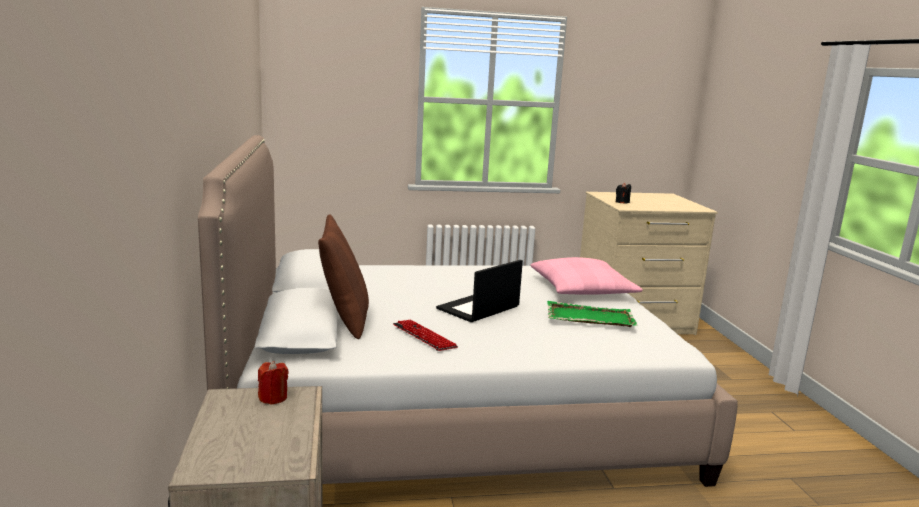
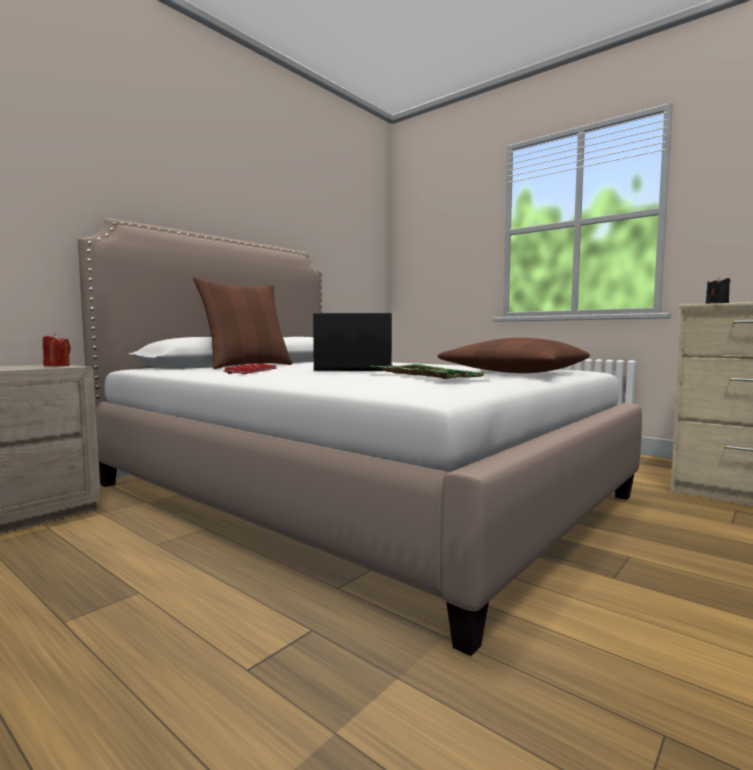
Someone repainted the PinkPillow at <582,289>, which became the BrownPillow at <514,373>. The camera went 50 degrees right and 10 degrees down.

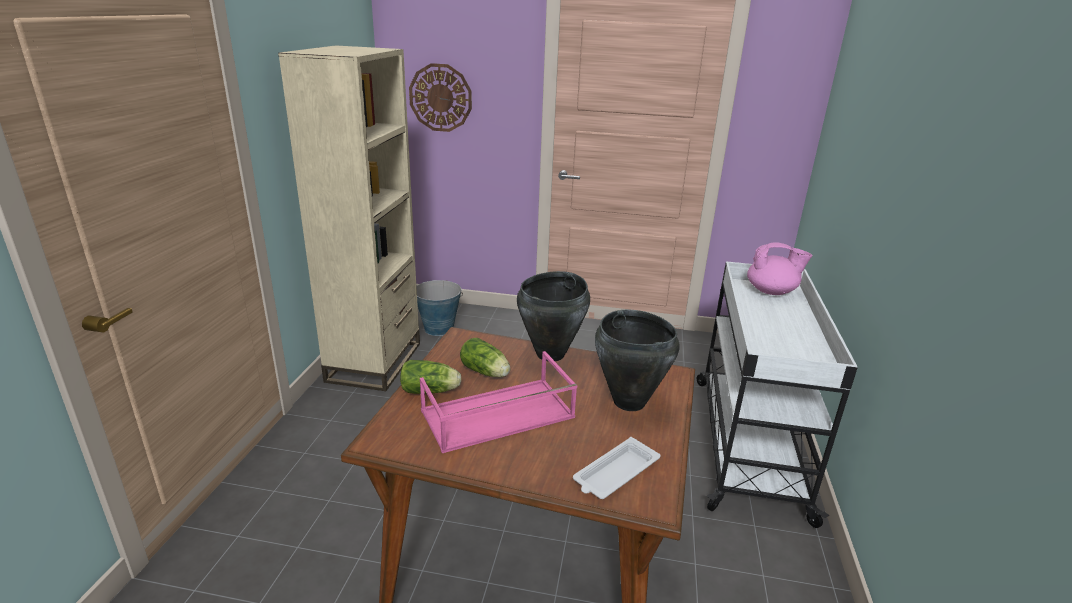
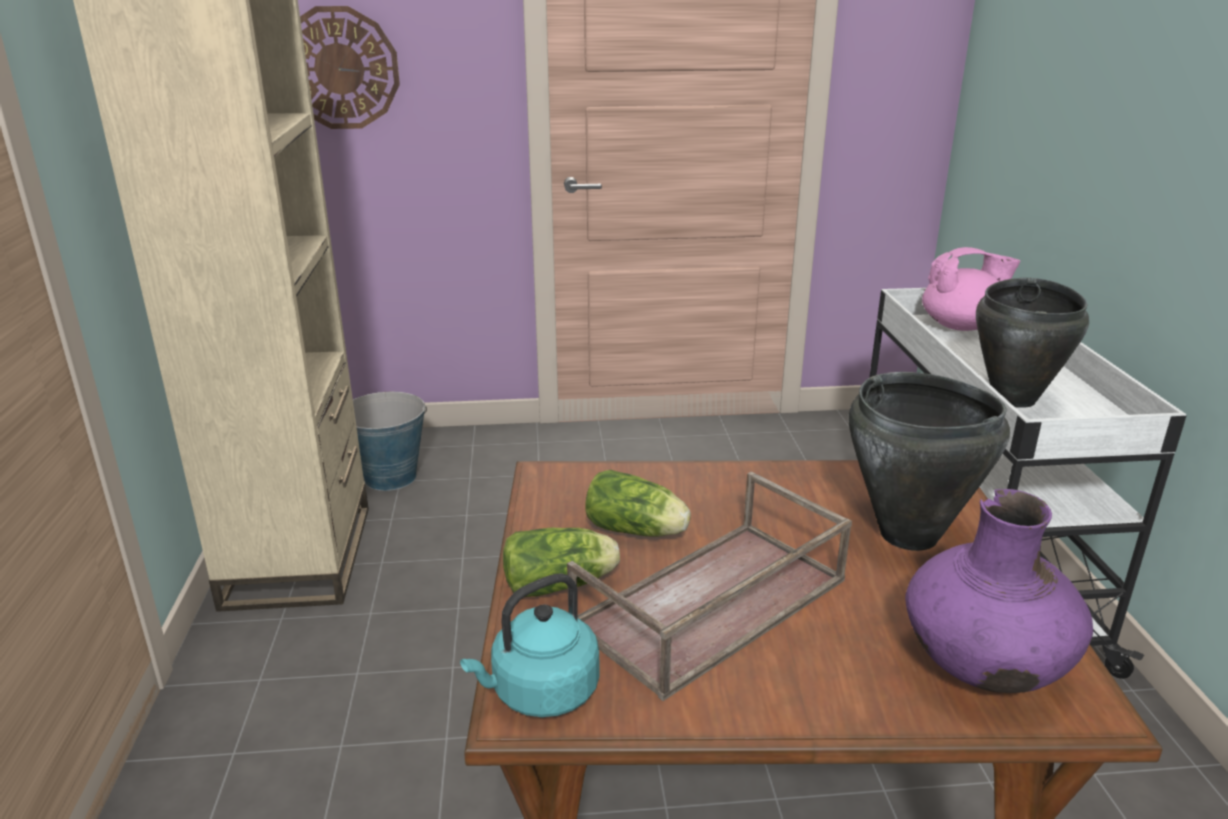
Someone put down the TurquoiseKettle at <540,693>. Someone repainted the PinkTray at <497,415>, which became the BrownTray at <711,605>. Someone swapped the WhiteTray at <615,474> for the PurpleVase at <984,667>. Someone carried the BlackCookingPot from <551,354> to <1014,398>. The camera went 15 degrees left and 0 degrees up.

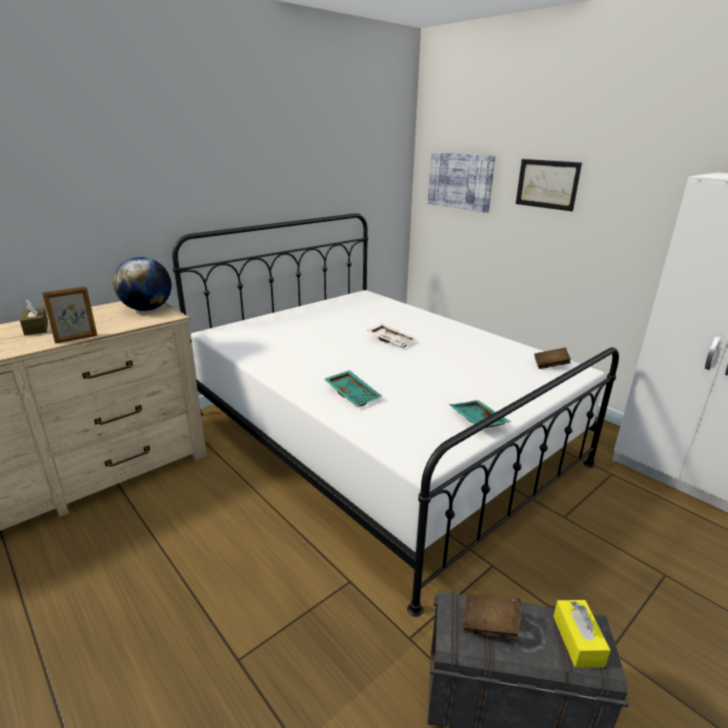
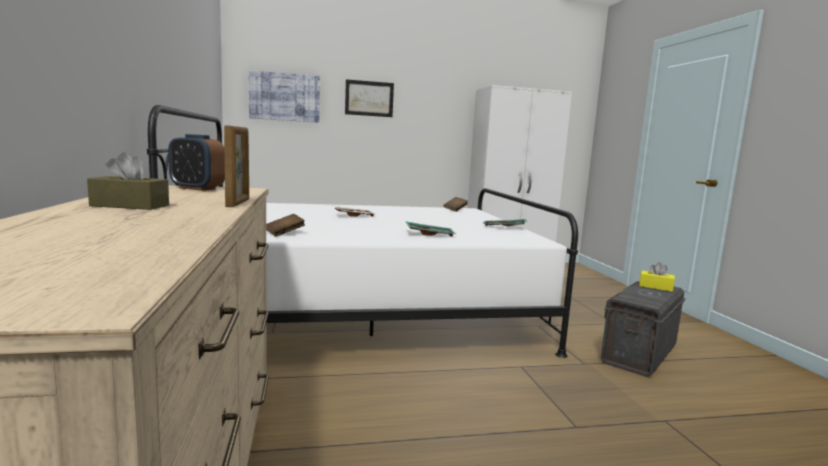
Someone swapped the Globe at <147,309> for the AlarmClock at <197,188>. Someone carried the BrownBook from <489,625> to <284,234>. The camera went 60 degrees left and 15 degrees down.

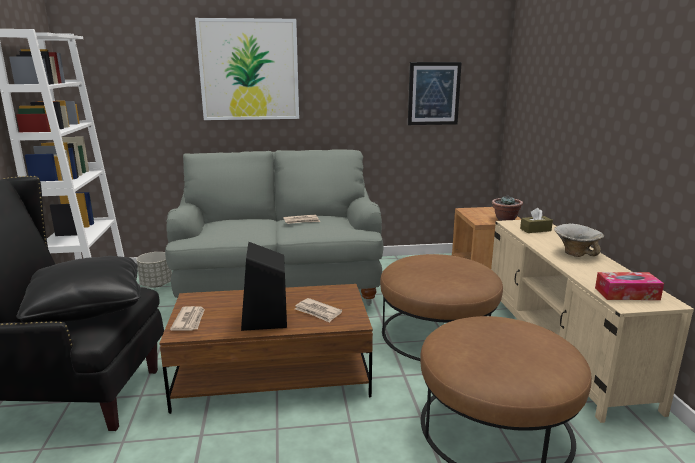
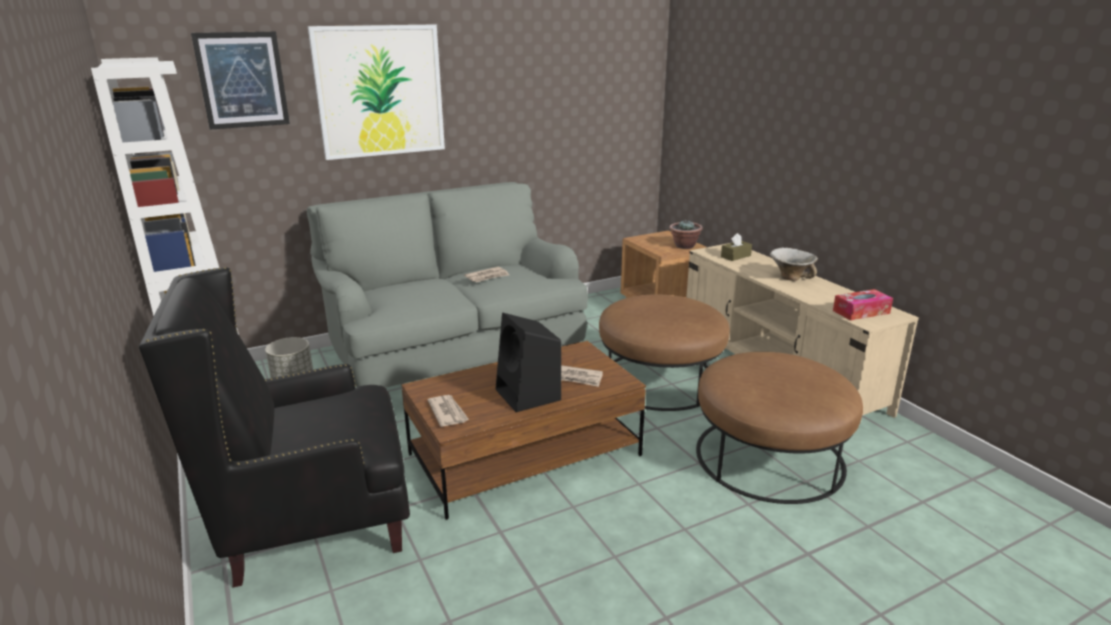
Someone carried the Picture from <433,93> to <242,80>. Someone took away the BlackPillow at <87,307>. The camera went 20 degrees left and 5 degrees up.

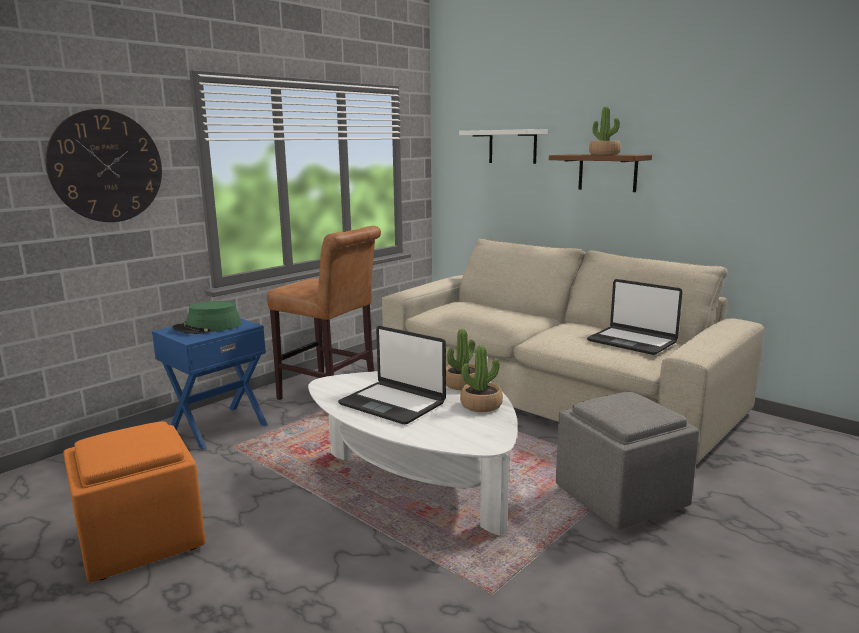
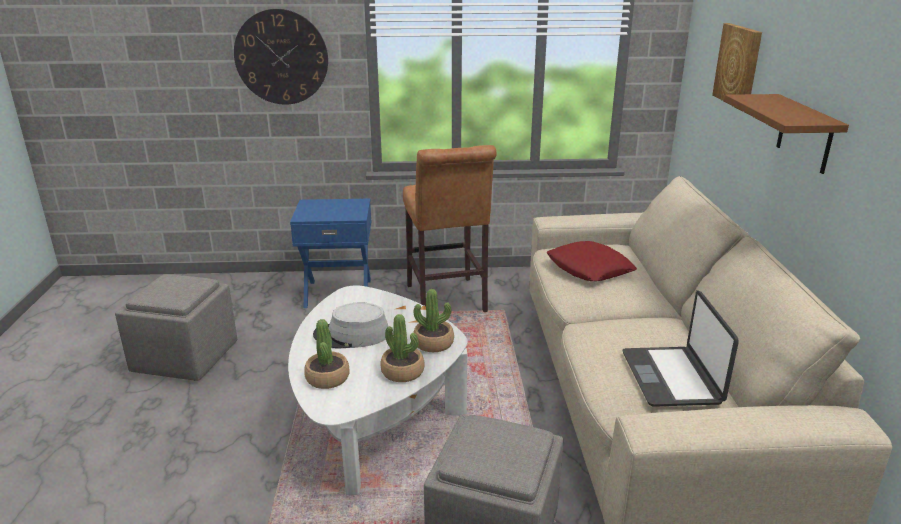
Someone repainted the OrangeOttoman at <142,540>, which became the GreyOttoman at <186,358>. Someone carried the PottedPlant from <604,154> to <327,378>. Someone swapped the Laptop at <393,403> for the GreyHat at <352,335>. Someone put down the RedPillow at <589,268>. Someone swapped the WhiteShelf at <512,146> for the Picture at <738,65>. Someone took away the GreenHat at <207,327>. The camera went 45 degrees right and 10 degrees up.

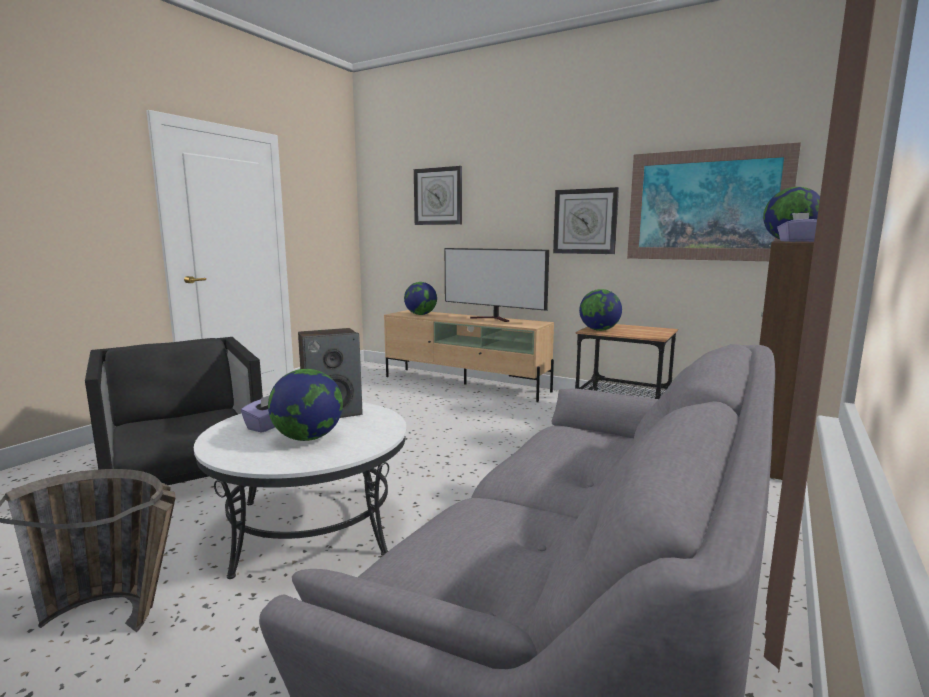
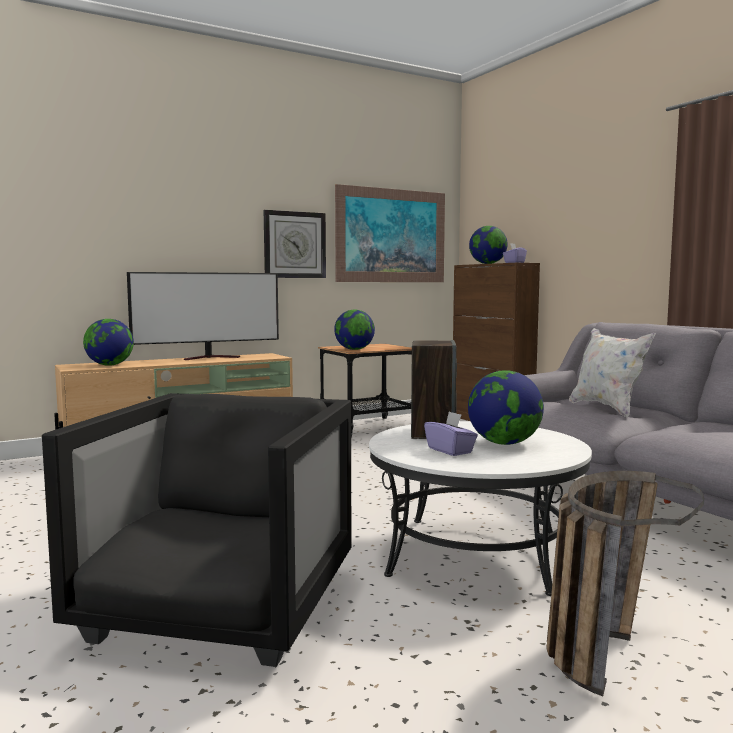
Someone rotated the BlackArmchair at <186,470> by 105 degrees clockwise. Someone put down the WhitePillow at <607,408>. Someone took away the WallClock at <438,196>. The camera went 60 degrees left and 5 degrees down.

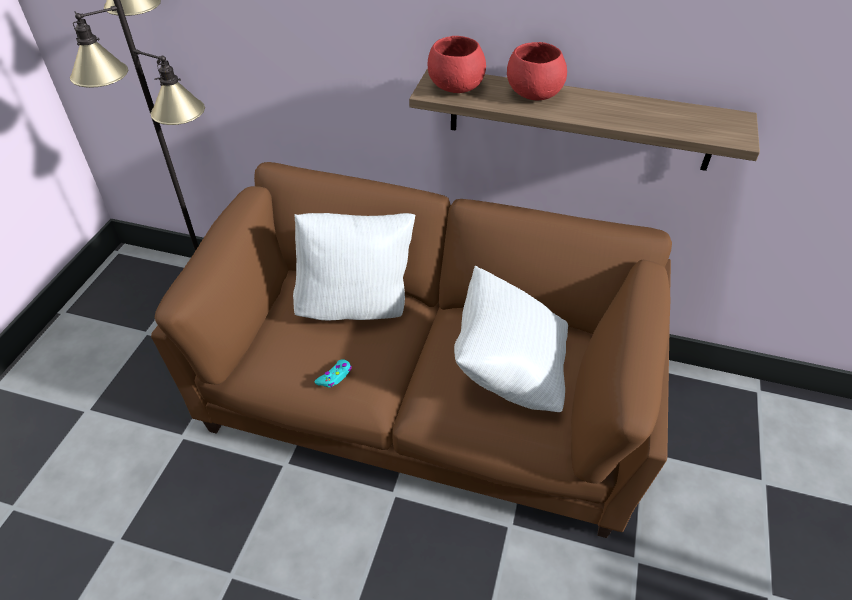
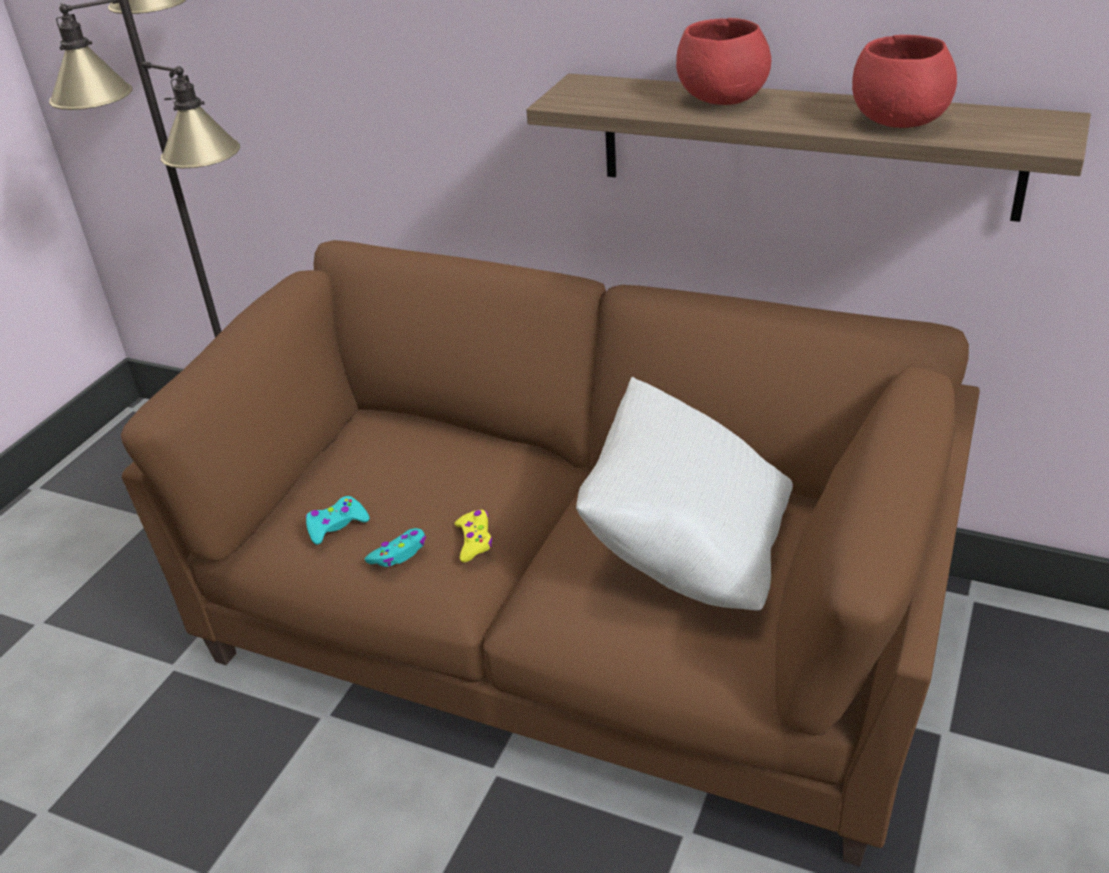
Someone put down the TurquoiseGameController at <336,525>. Someone put down the YellowGameController at <474,540>. Someone carried the RedBowl from <455,87> to <898,121>. Someone took away the WhitePillow at <357,307>. The camera went 10 degrees right and 10 degrees down.

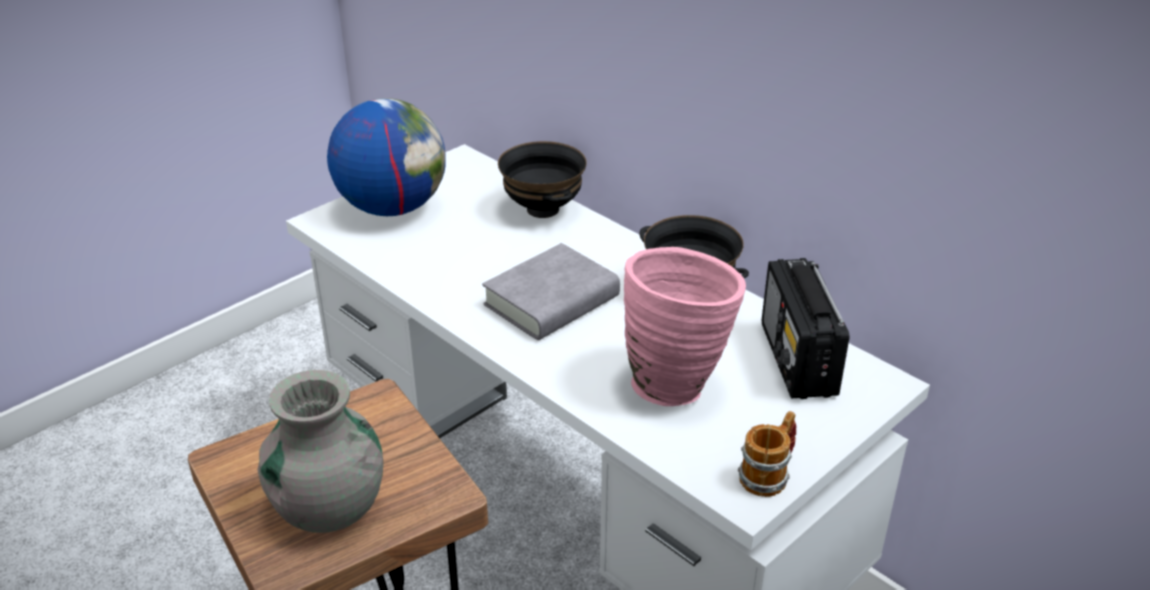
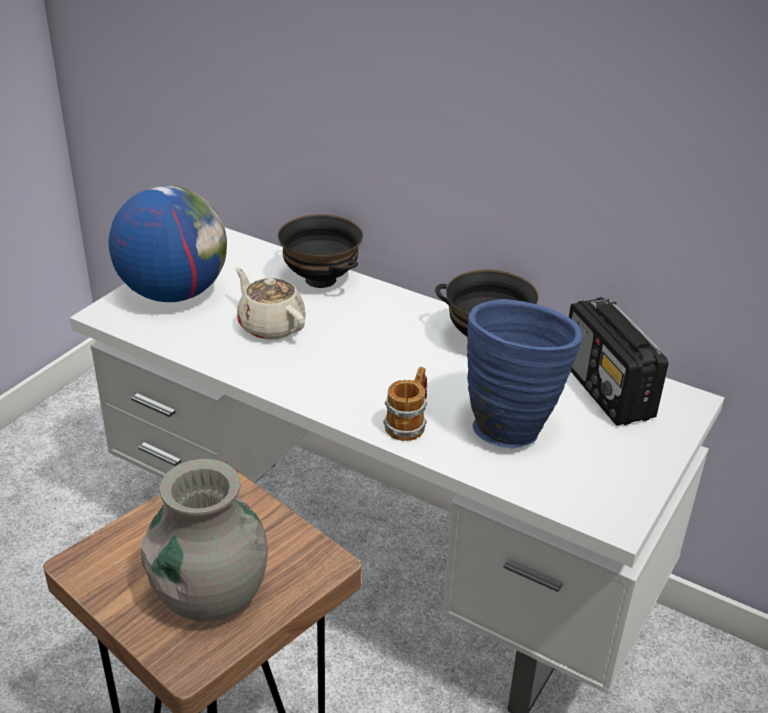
Someone put down the BeigeTeapot at <270,325>. Someone carried the Mug from <769,474> to <409,423>. Someone repainted the PinkVase at <677,383>, which became the BlueVase at <511,425>. Someone took away the GreyBook at <551,301>. The camera went 15 degrees left and 0 degrees up.

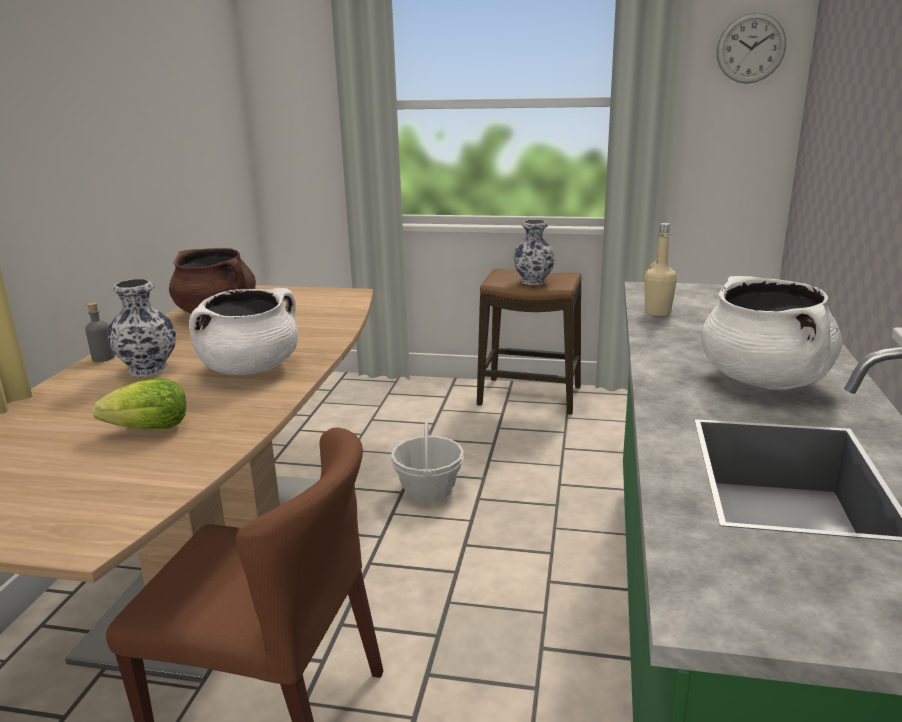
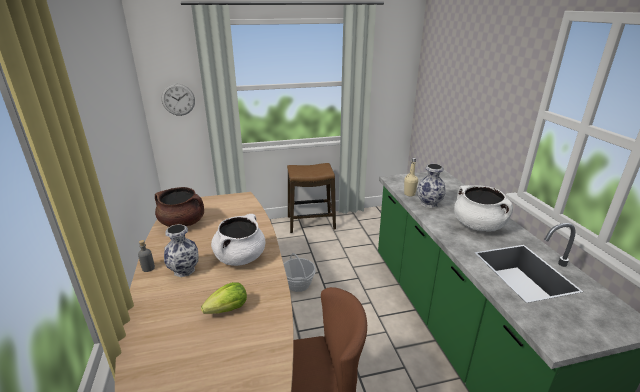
Someone carried the WallClock from <751,48> to <178,99>. Someone carried the Vase from <534,281> to <429,204>. The camera went 25 degrees left and 5 degrees up.

